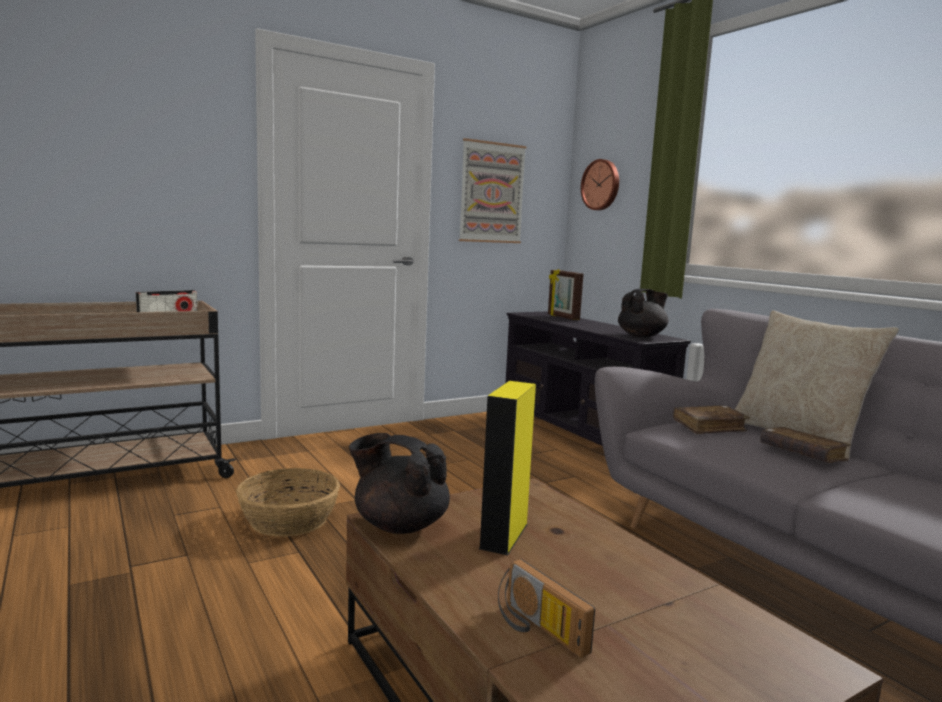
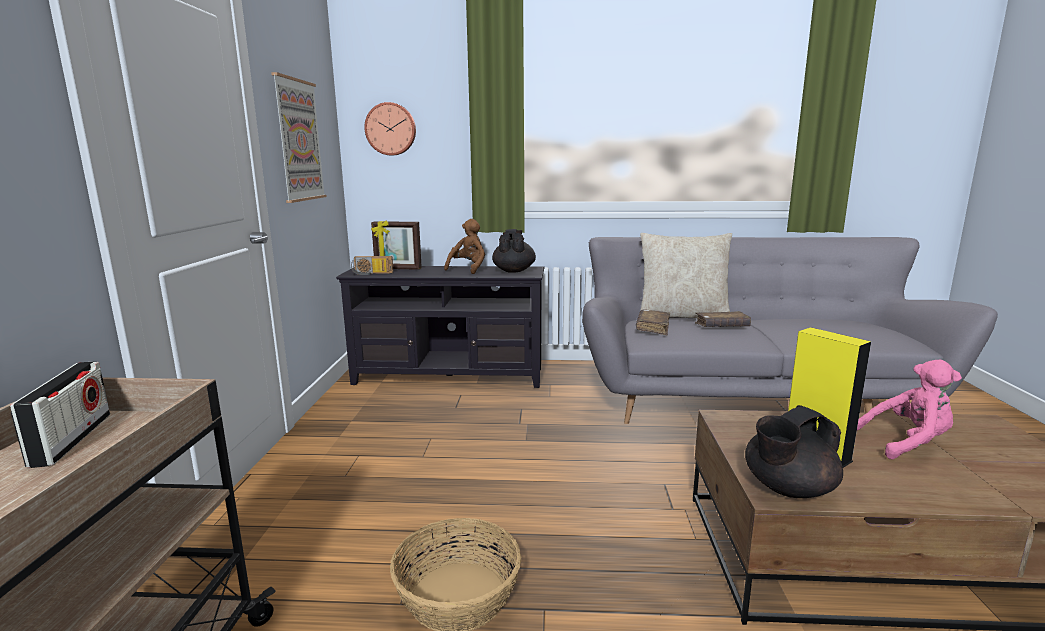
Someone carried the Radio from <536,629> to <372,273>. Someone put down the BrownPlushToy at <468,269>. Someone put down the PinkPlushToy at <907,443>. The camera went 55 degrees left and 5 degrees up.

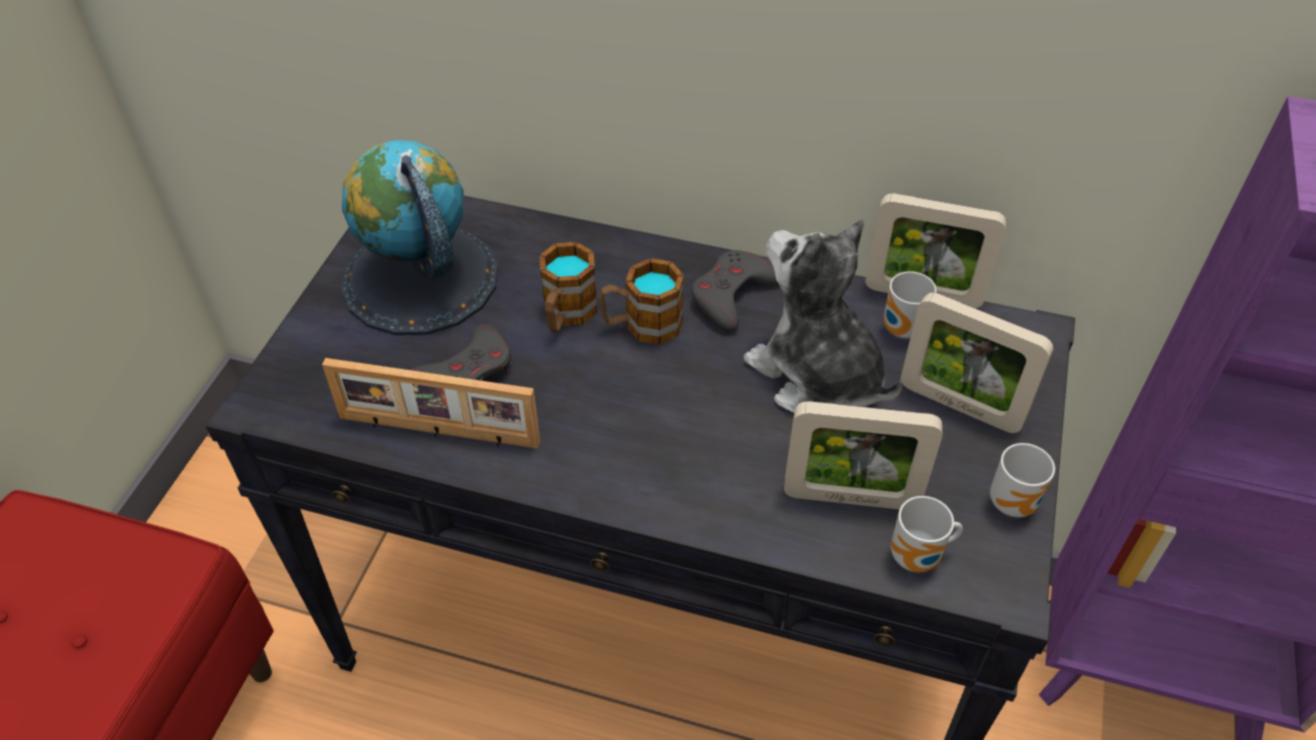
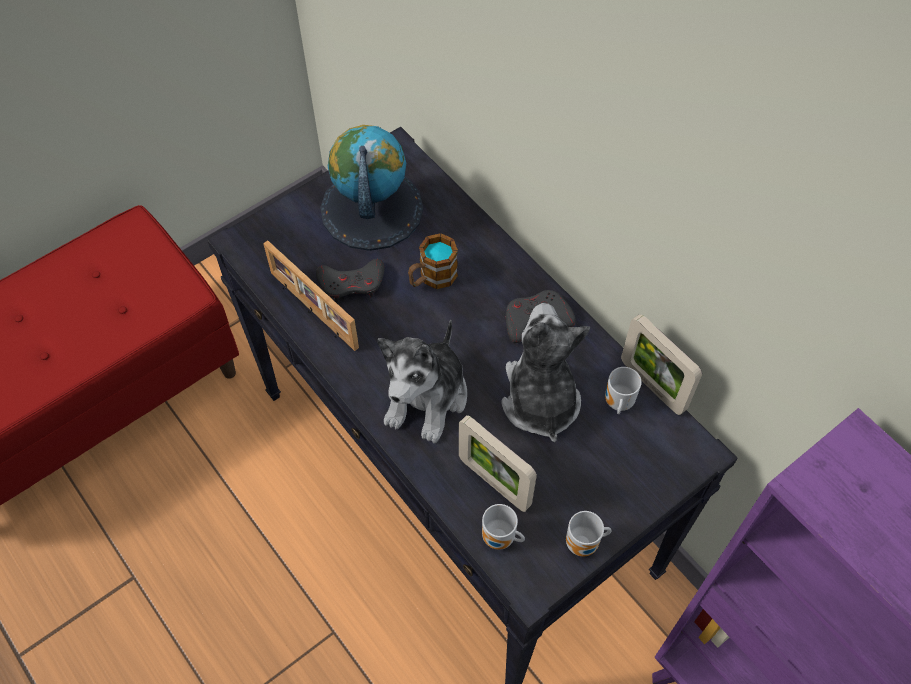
Someone put down the PlushToy at <427,397>. Someone took away the Mug at <642,325>. Someone took away the PictureFrame at <959,406>. The camera went 35 degrees right and 10 degrees up.

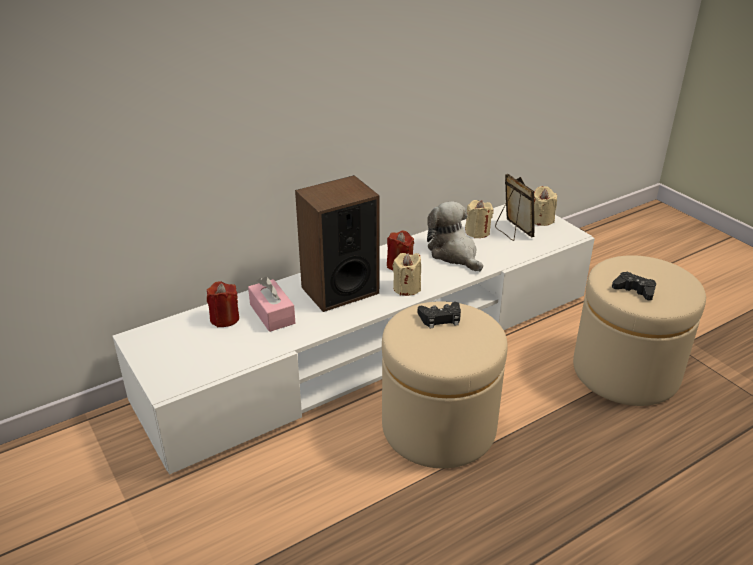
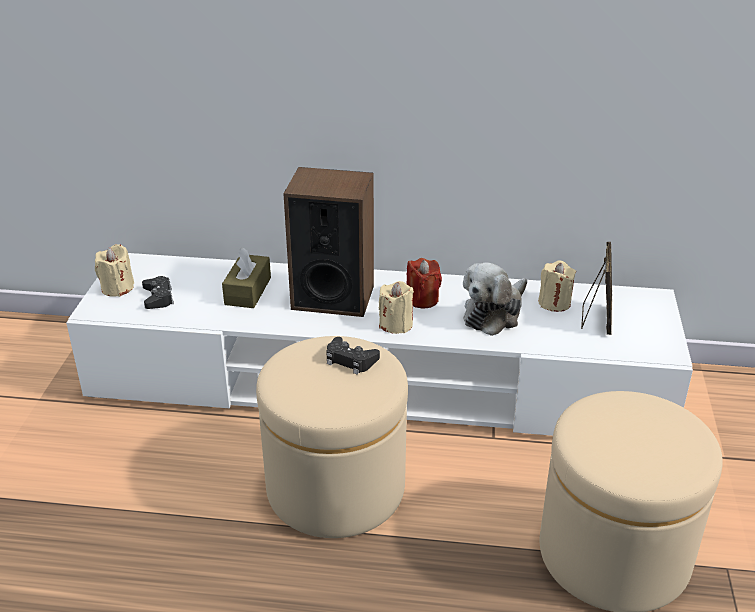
Someone carried the BeigeCandle from <541,220> to <117,288>. Someone carried the BlackGameController from <634,290> to <158,297>. Someone repainted the PinkTissueBox at <272,314>, which became the BrownTissueBox at <248,291>. Someone rotated the PlushToy at <454,254> by 150 degrees counterclockwise. Someone took away the RedCandle at <224,319>. The camera went 40 degrees right and 0 degrees up.

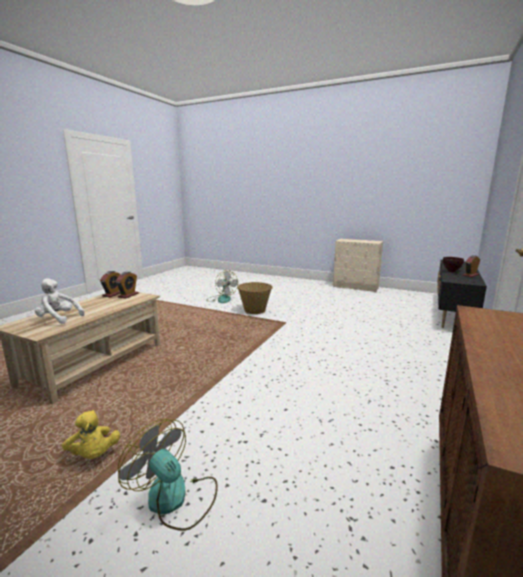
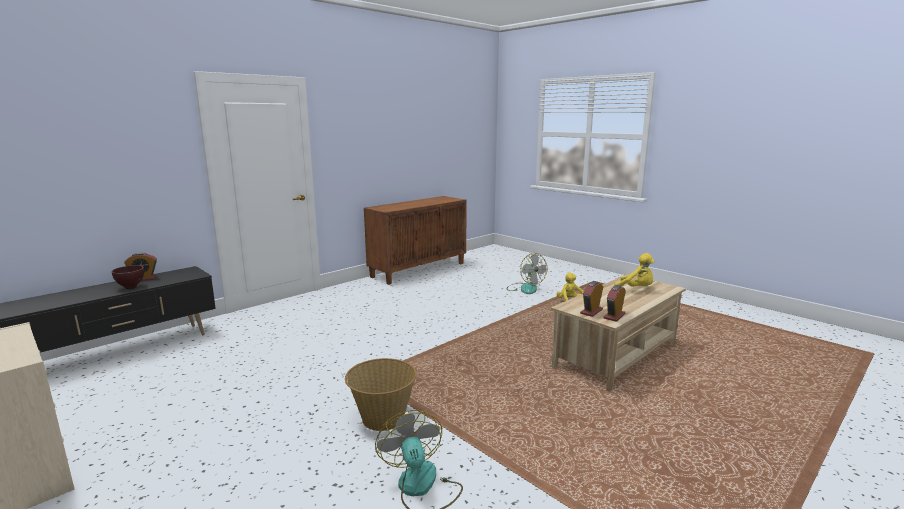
Someone repainted the WhitePlushToy at <58,319>, which became the YellowPlushToy at <636,289>. The camera went 160 degrees left and 0 degrees up.

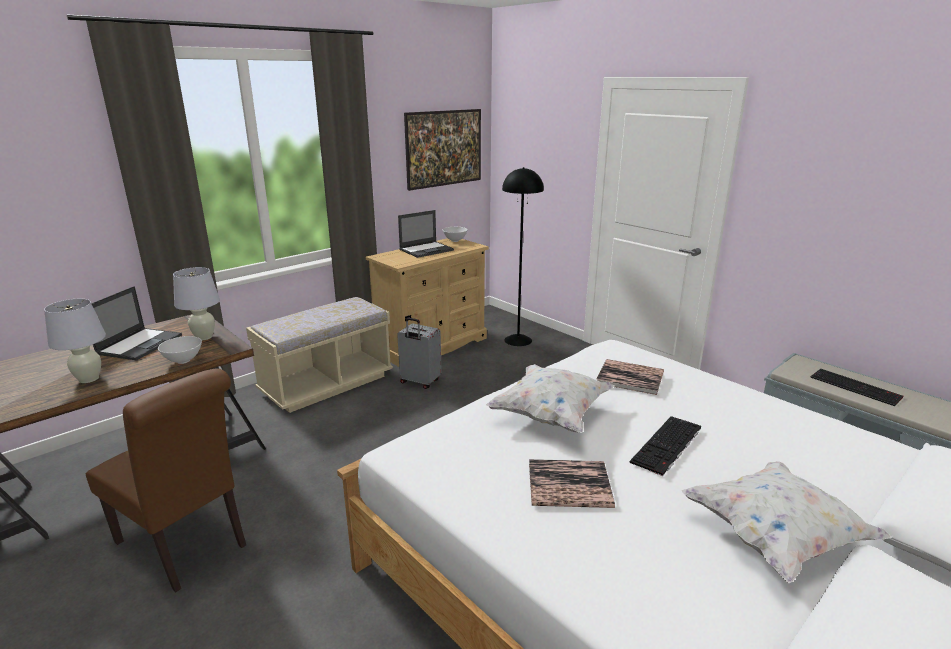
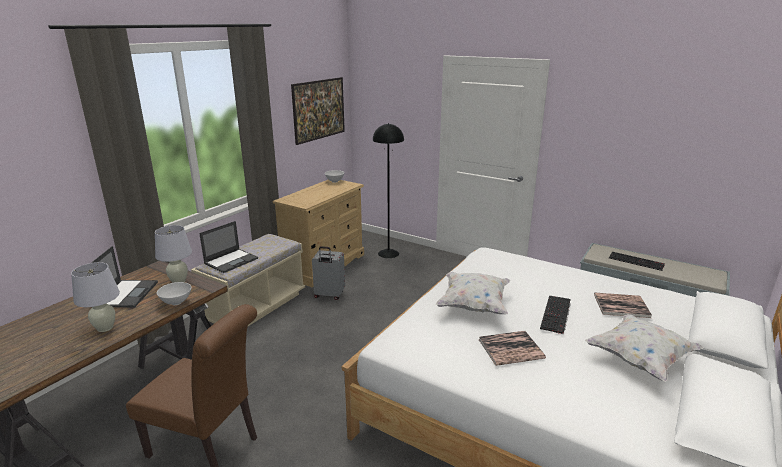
Someone carried the Laptop from <427,250> to <231,260>. Someone carried the Book from <630,377> to <621,306>. The camera went 15 degrees left and 0 degrees up.

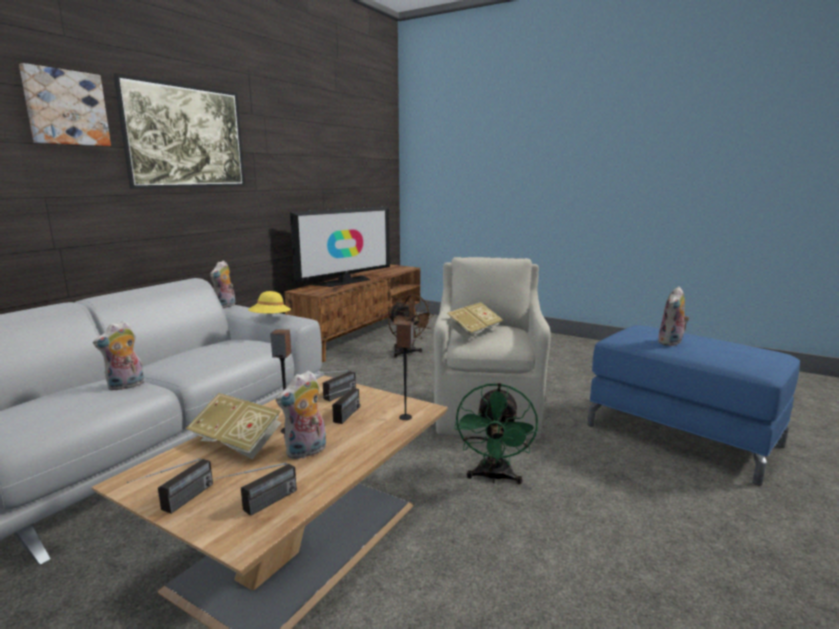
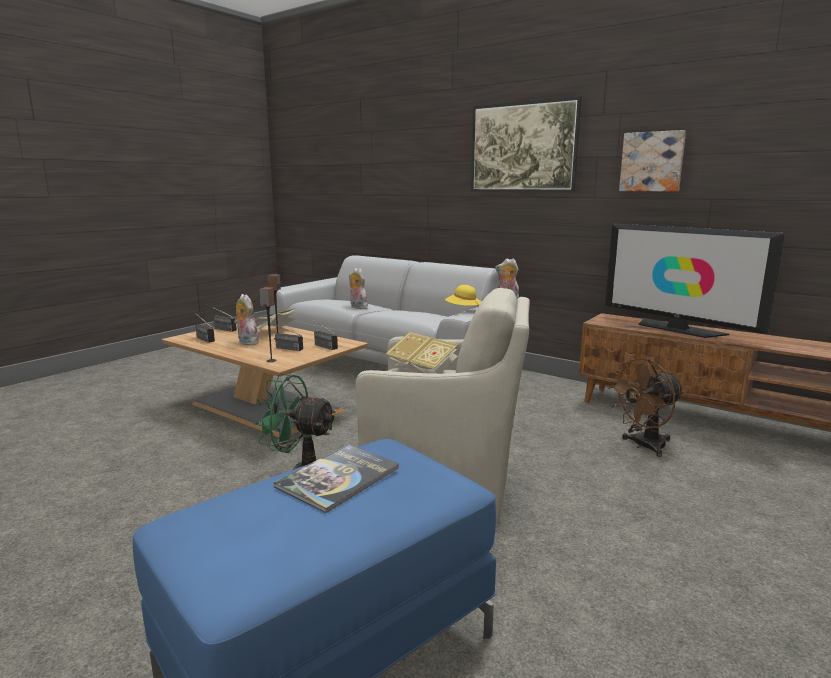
Someone swapped the PlushToy at <671,343> for the Book at <338,478>. Someone carried the Picture from <65,108> to <652,162>. The camera went 95 degrees right and 0 degrees up.

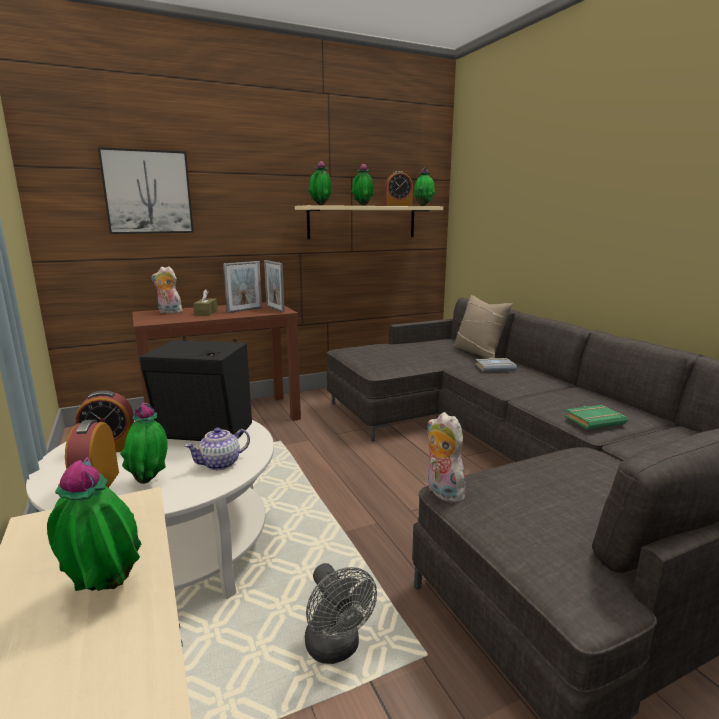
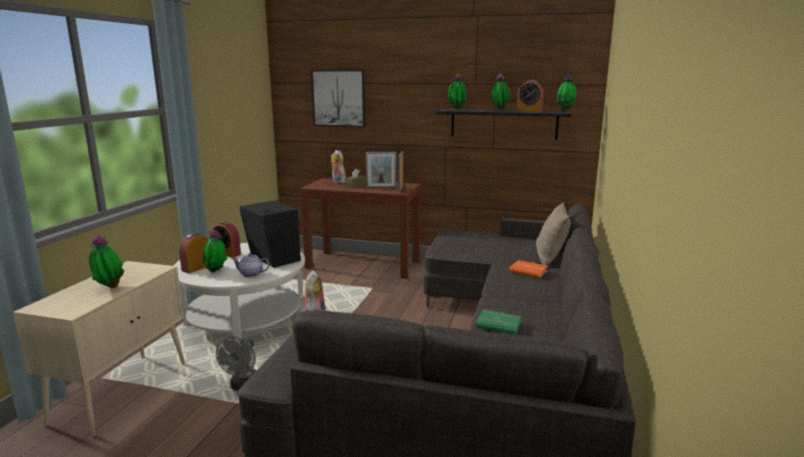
Someone repainted the BeigeShelf at <362,222>, which became the BlackShelf at <503,123>. Someone repainted the GreyBook at <495,367>, which became the OrangeBook at <529,271>. The camera went 40 degrees right and 0 degrees up.

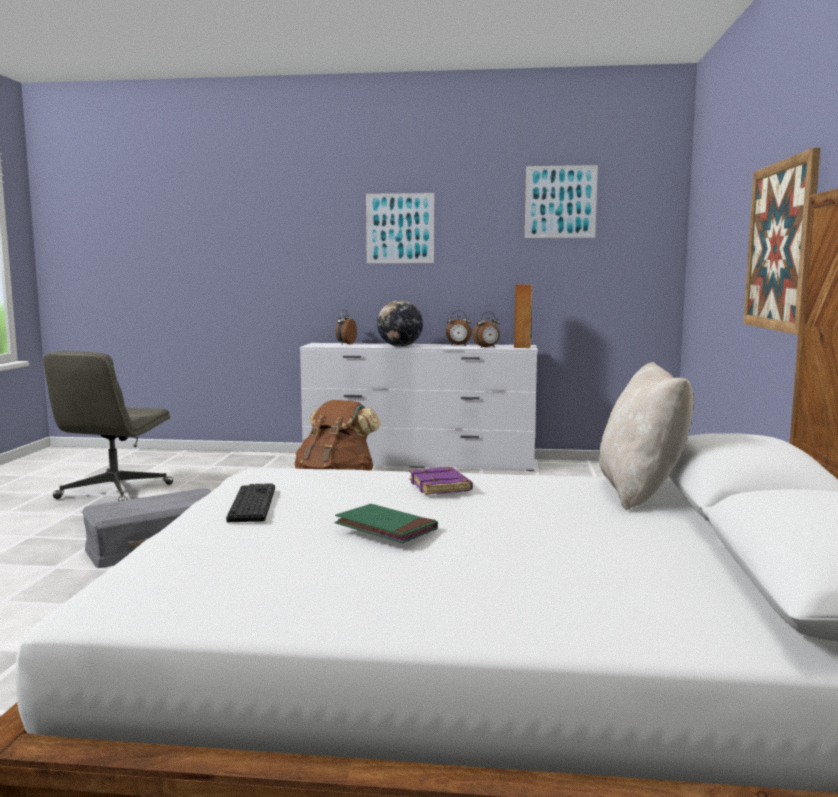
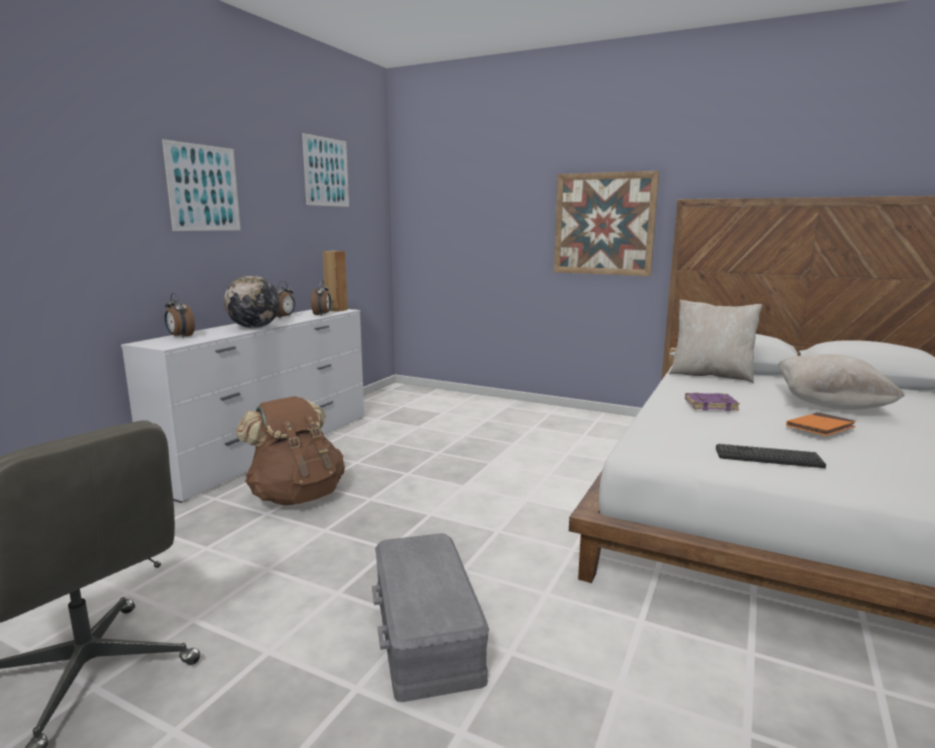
Someone put down the BeigePillow at <830,405>. Someone repainted the GreenBook at <386,528>, which became the OrangeBook at <820,427>. The camera went 70 degrees left and 5 degrees up.

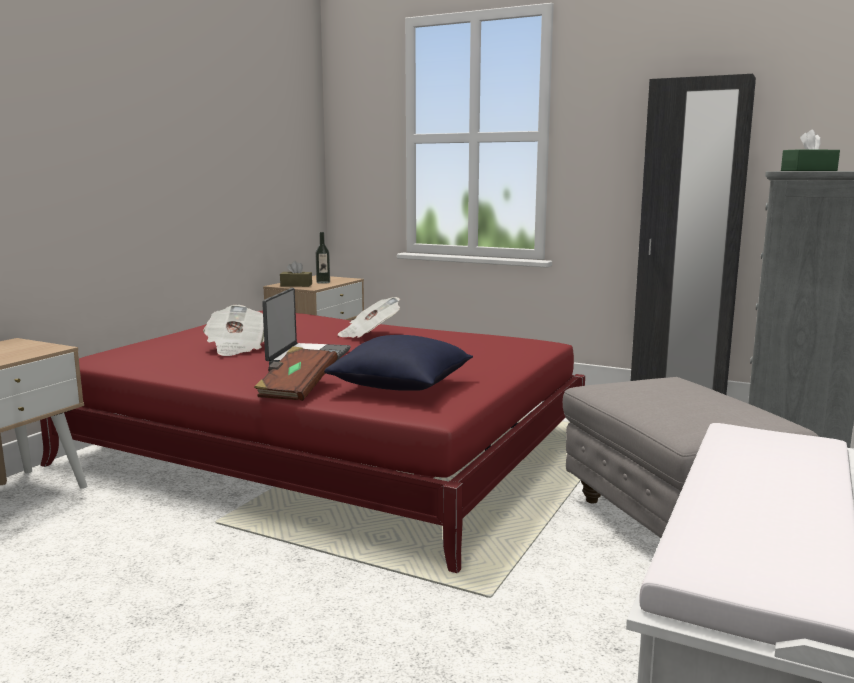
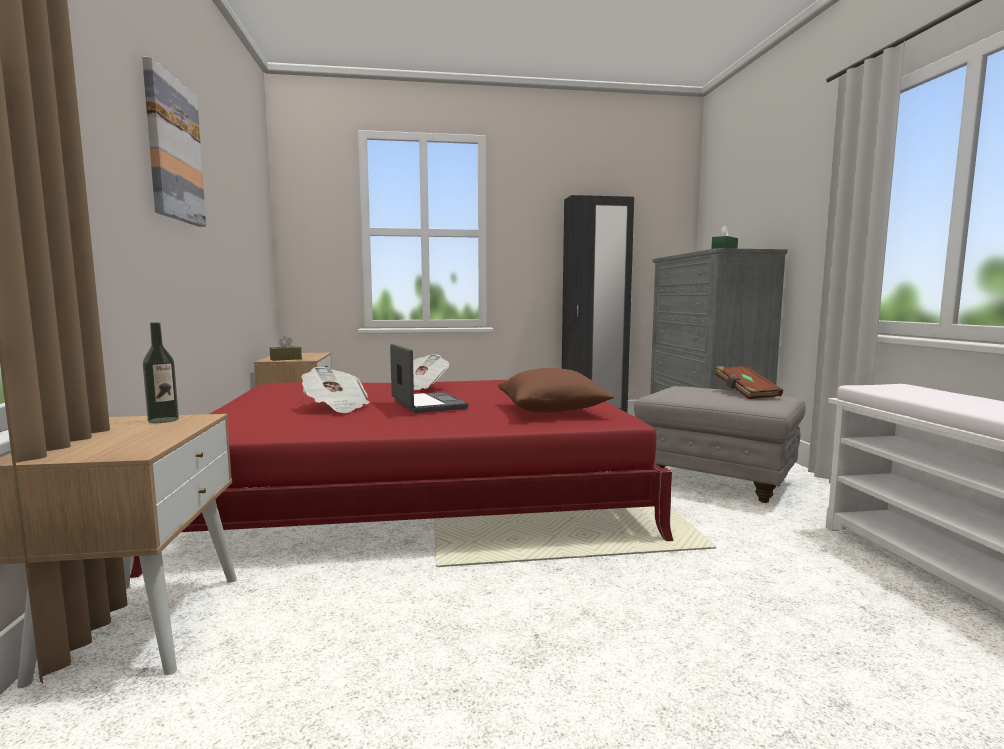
Someone put up the Picture at <173,150>. Someone carried the Bottle from <323,282> to <163,420>. Someone repainted the BluePillow at <402,387>, which became the BrownPillow at <552,411>. Someone carried the BrownBook from <296,389> to <745,394>. The camera went 35 degrees left and 5 degrees down.

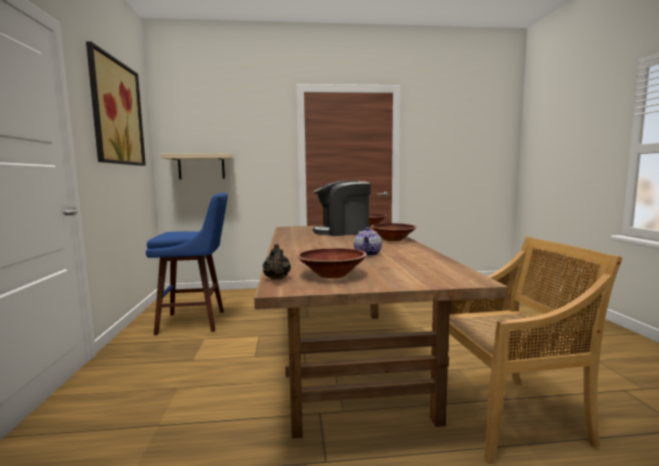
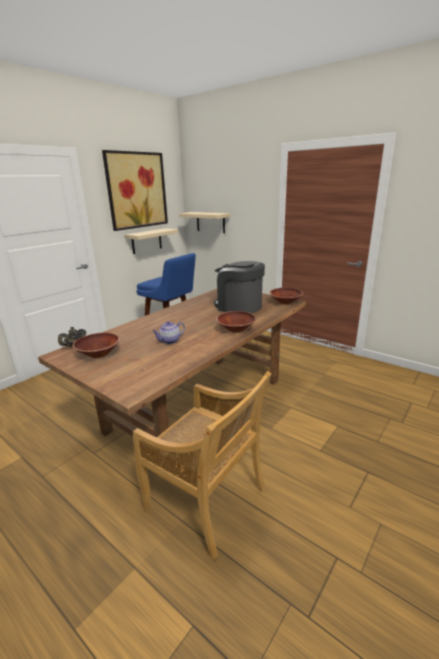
Someone put up the BeigeShelf at <146,241>. The camera went 45 degrees right and 15 degrees up.

